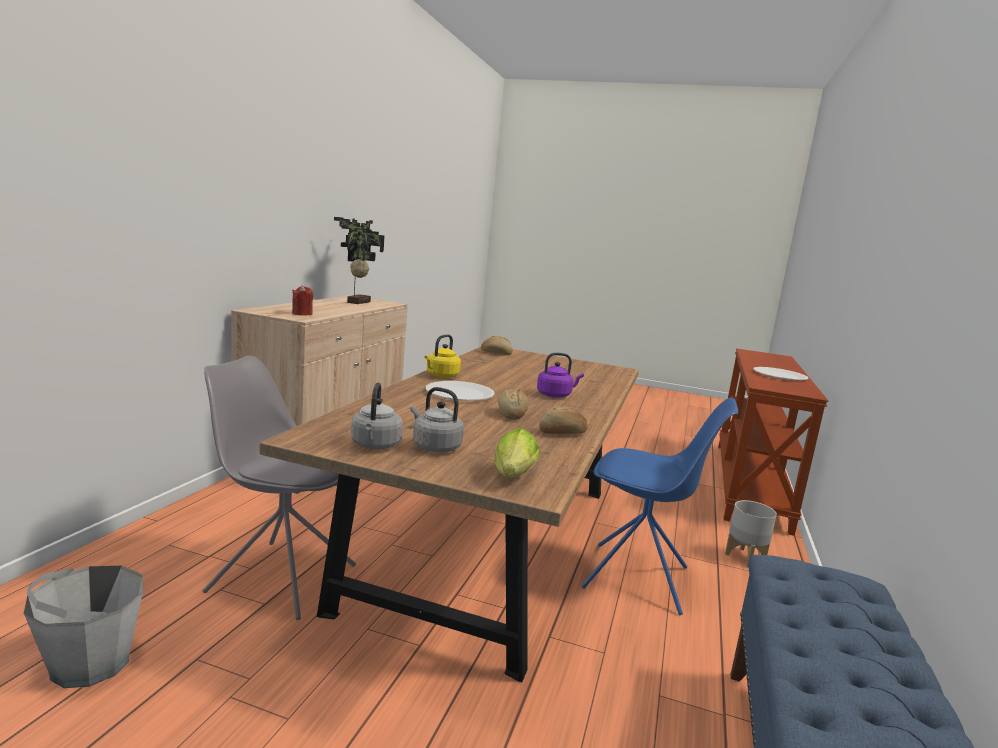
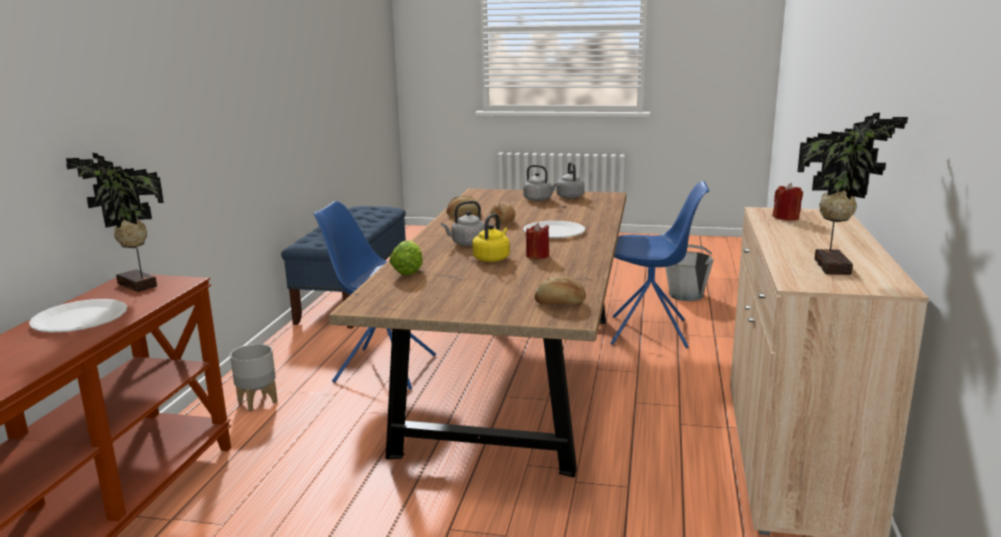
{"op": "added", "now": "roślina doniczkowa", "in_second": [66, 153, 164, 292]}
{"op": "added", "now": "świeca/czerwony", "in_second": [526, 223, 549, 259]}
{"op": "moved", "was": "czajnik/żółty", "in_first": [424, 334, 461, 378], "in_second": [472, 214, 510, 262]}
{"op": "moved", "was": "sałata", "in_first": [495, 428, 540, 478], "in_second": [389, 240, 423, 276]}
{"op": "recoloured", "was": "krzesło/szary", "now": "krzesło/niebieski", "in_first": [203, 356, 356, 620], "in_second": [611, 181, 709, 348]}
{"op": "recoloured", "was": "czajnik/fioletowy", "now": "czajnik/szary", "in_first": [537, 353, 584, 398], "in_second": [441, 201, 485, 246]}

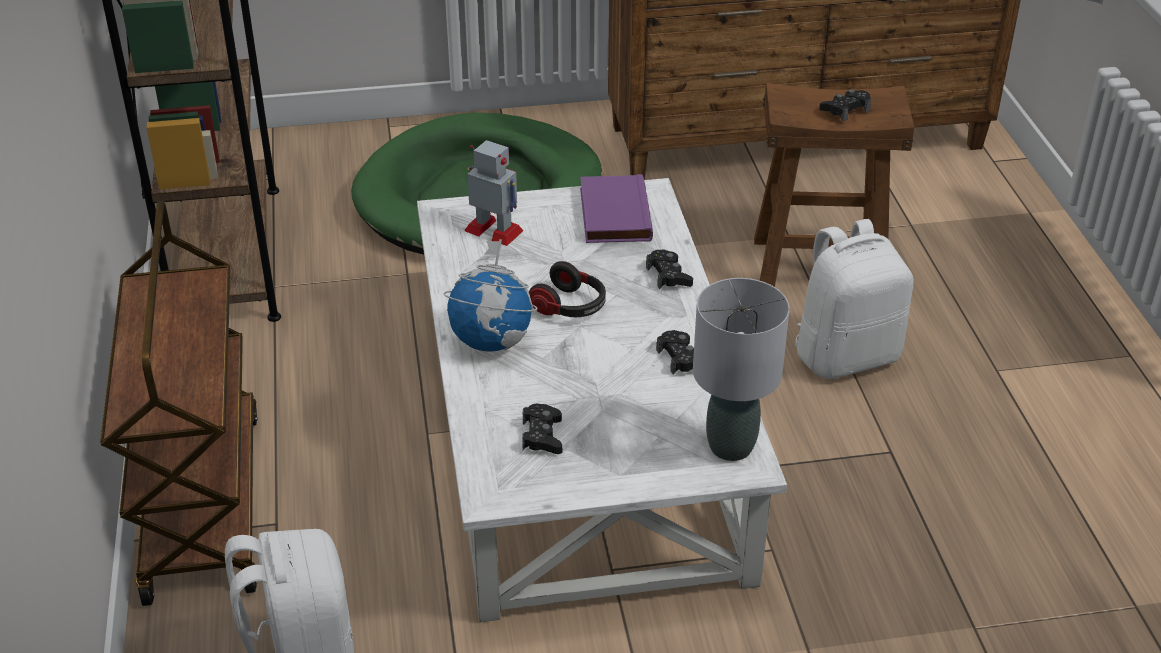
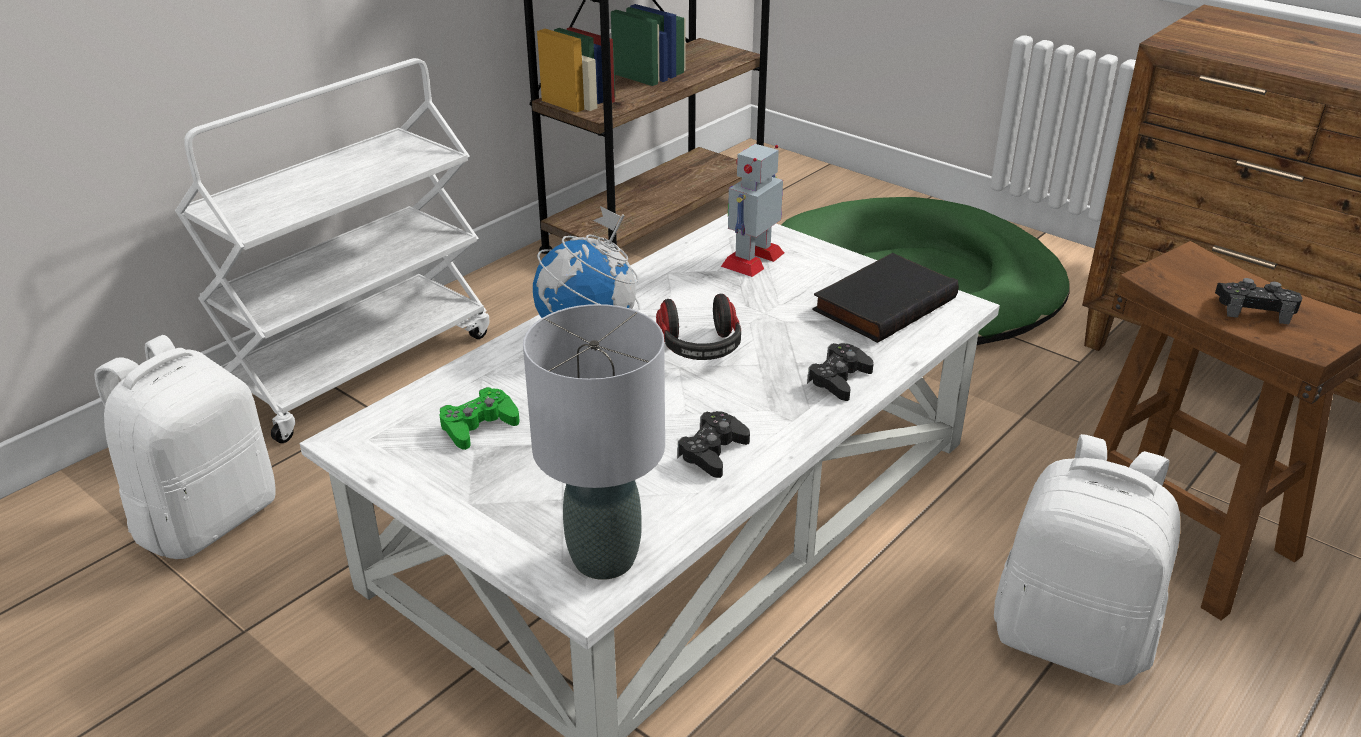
{"op": "recoloured", "was": "wózek/brązowy", "now": "wózek/biały", "in_first": [100, 201, 258, 606], "in_second": [175, 58, 489, 443]}
{"op": "recoloured", "was": "pad do gier/czarny", "now": "pad do gier/zielony", "in_first": [522, 404, 562, 454], "in_second": [440, 387, 520, 450]}
{"op": "recoloured", "was": "książka/fioletowy", "now": "książka/czarny", "in_first": [580, 174, 653, 243], "in_second": [812, 253, 959, 343]}
{"op": "turned", "was": "robot zabawkowy", "in_first": [464, 140, 524, 246], "in_second": [721, 144, 784, 277], "clockwise": -135}

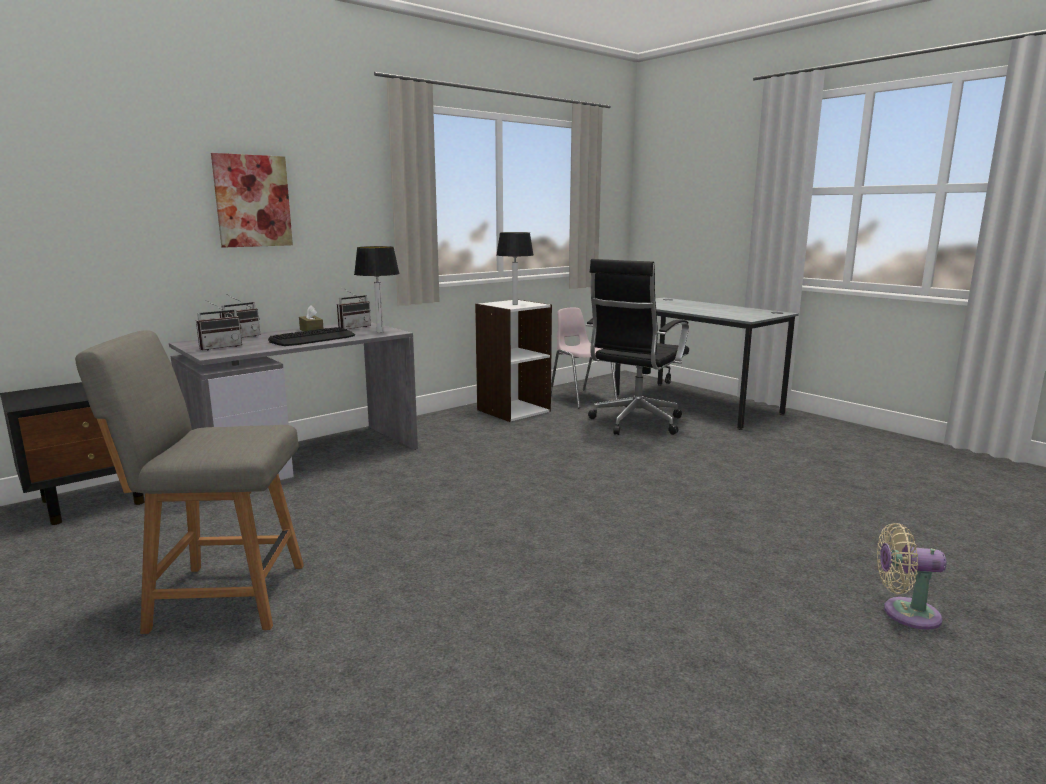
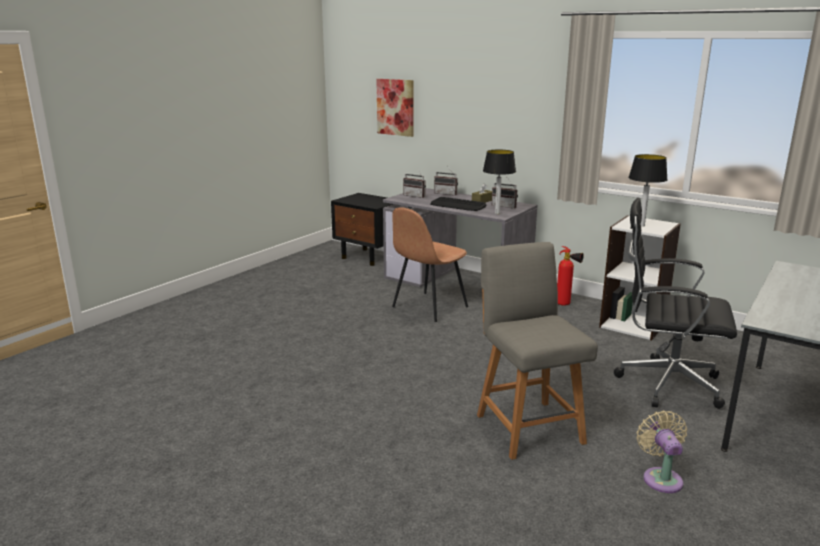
{"op": "removed", "was": "krzesło/różowy", "in_first": [551, 307, 618, 408]}
{"op": "added", "now": "krzesło/brązowy", "in_second": [392, 207, 468, 322]}
{"op": "added", "now": "gaśnica", "in_second": [557, 246, 584, 306]}
{"op": "moved", "was": "krzesło/szary", "in_first": [75, 330, 304, 634], "in_second": [477, 242, 598, 460]}
{"op": "moved", "was": "obraz", "in_first": [211, 153, 293, 248], "in_second": [376, 79, 413, 137]}
{"op": "moved", "was": "wentylator/beżowy", "in_first": [877, 523, 946, 630], "in_second": [636, 411, 687, 493]}

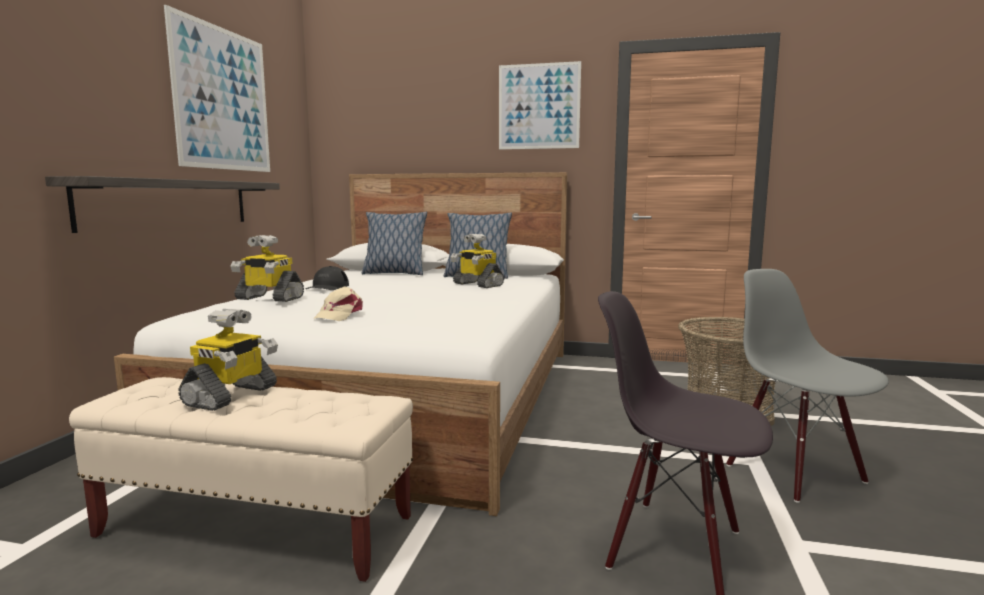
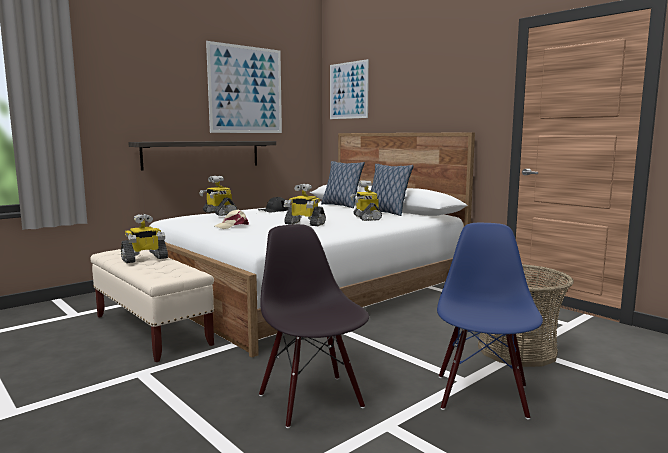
{"op": "added", "now": "robot zabawkowy", "in_second": [284, 184, 326, 226]}
{"op": "moved", "was": "obraz", "in_first": [499, 61, 581, 149], "in_second": [330, 59, 369, 119]}
{"op": "recoloured", "was": "krzesło/szary", "now": "krzesło/niebieski", "in_first": [726, 269, 889, 503], "in_second": [437, 223, 543, 420]}

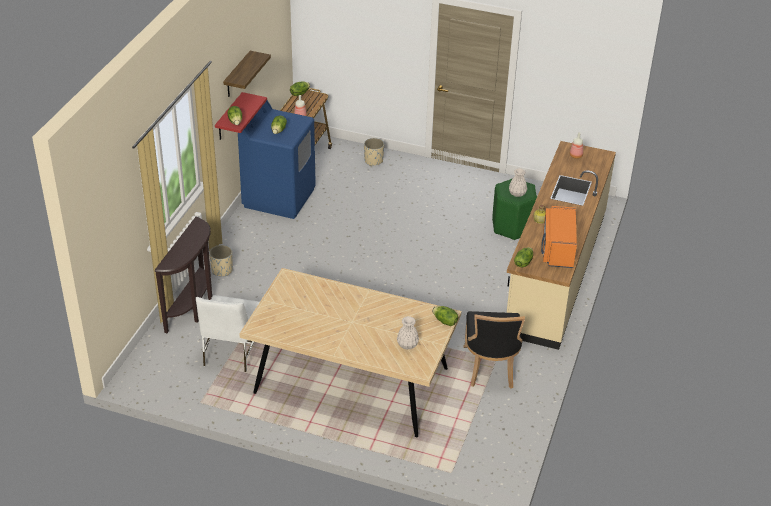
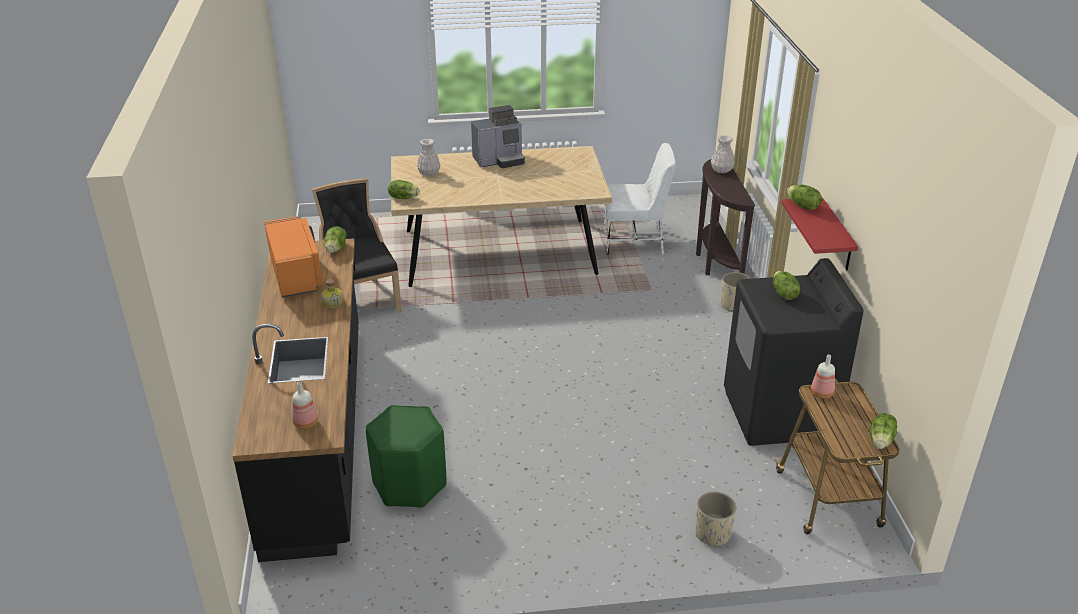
{"op": "removed", "was": "półka", "in_first": [223, 51, 271, 97]}
{"op": "added", "now": "ekspres do kawy", "in_second": [471, 105, 525, 168]}
{"op": "moved", "was": "wazon/biały", "in_first": [509, 168, 527, 197], "in_second": [711, 135, 735, 173]}
{"op": "recoloured", "was": "pralka/niebieski", "now": "pralka/czarny", "in_first": [238, 100, 316, 219], "in_second": [724, 258, 864, 446]}
{"op": "recoloured", "was": "zabudowa kuchenna/beżowy", "now": "zabudowa kuchenna/czarny", "in_first": [507, 141, 616, 350], "in_second": [232, 239, 359, 562]}
{"op": "turned", "was": "krzesło/biały", "in_first": [196, 295, 260, 372], "in_second": [604, 143, 676, 255], "clockwise": 105}

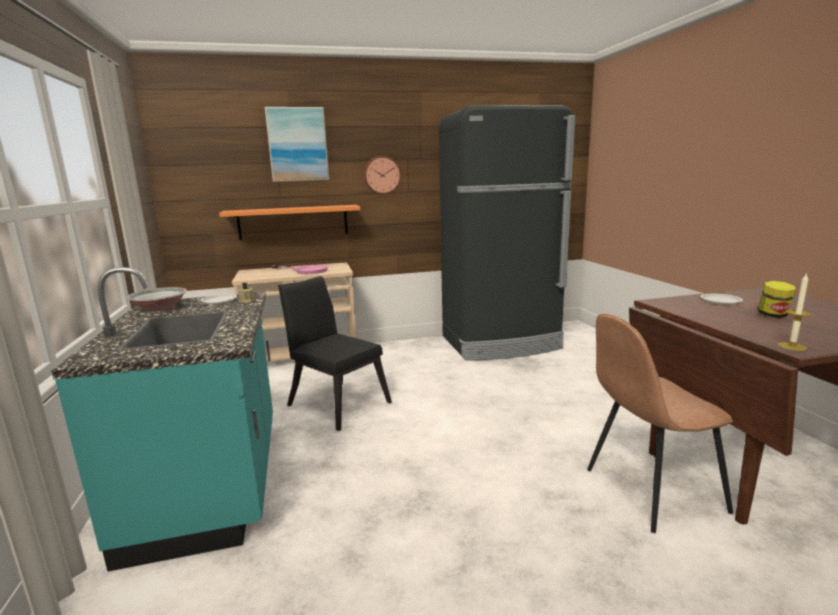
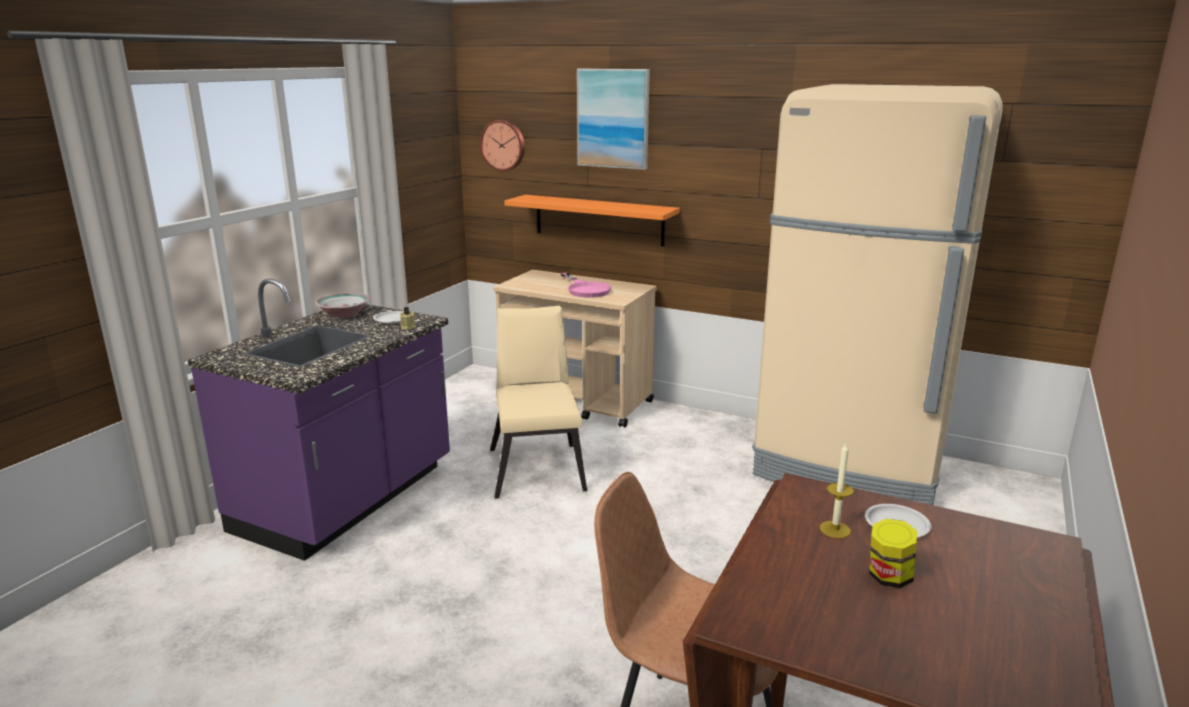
{"op": "moved", "was": "zegar ścienny", "in_first": [364, 156, 401, 195], "in_second": [480, 120, 525, 171]}
{"op": "moved", "was": "świeca", "in_first": [778, 273, 812, 351], "in_second": [820, 443, 854, 538]}
{"op": "recoloured", "was": "zabudowa kuchenna/turkusowy", "now": "zabudowa kuchenna/fioletowy", "in_first": [51, 267, 273, 571], "in_second": [187, 278, 450, 561]}
{"op": "recoloured", "was": "krzesło/czarny", "now": "krzesło/beżowy", "in_first": [278, 276, 392, 431], "in_second": [490, 305, 587, 499]}
{"op": "recoloured", "was": "lodówka/czarny", "now": "lodówka/beżowy", "in_first": [439, 105, 575, 361], "in_second": [752, 84, 1003, 505]}

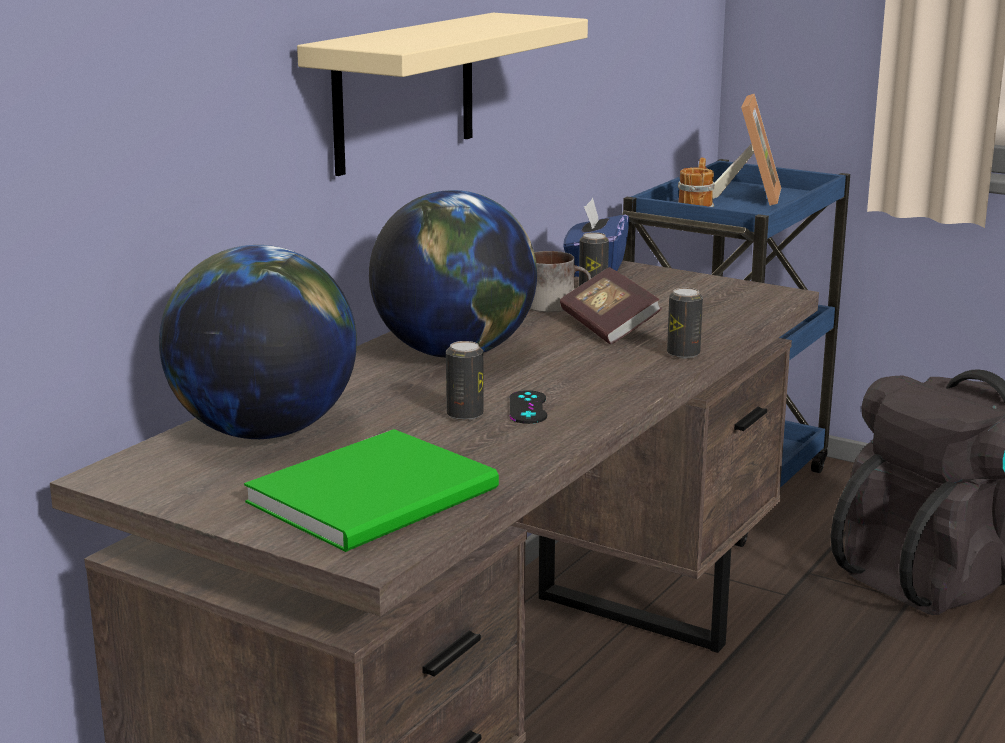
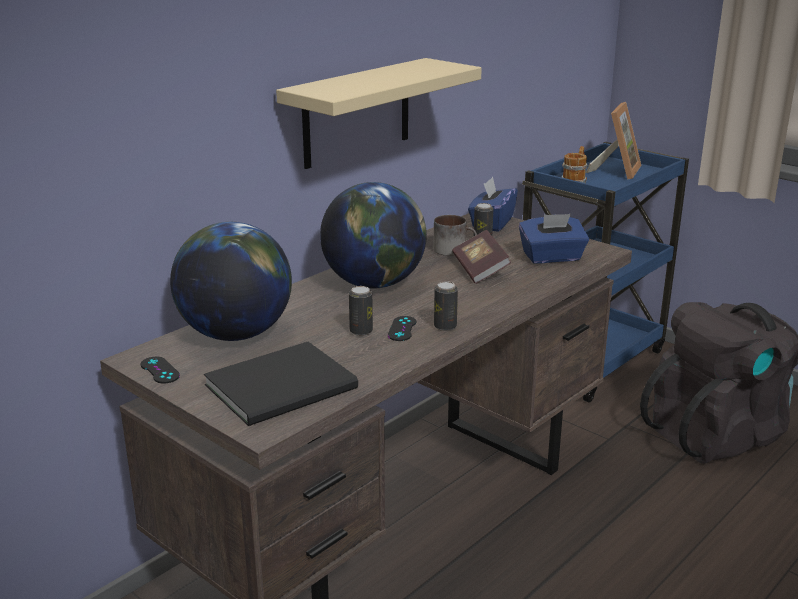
{"op": "added", "now": "pad do gier/czarny", "in_second": [141, 357, 180, 383]}
{"op": "added", "now": "pudełko chusteczek/niebieski", "in_second": [519, 214, 589, 263]}
{"op": "moved", "was": "puszka", "in_first": [667, 288, 703, 359], "in_second": [434, 281, 458, 331]}
{"op": "recoloured", "was": "książka/zielony", "now": "książka/czarny", "in_first": [244, 429, 499, 552], "in_second": [204, 342, 358, 426]}

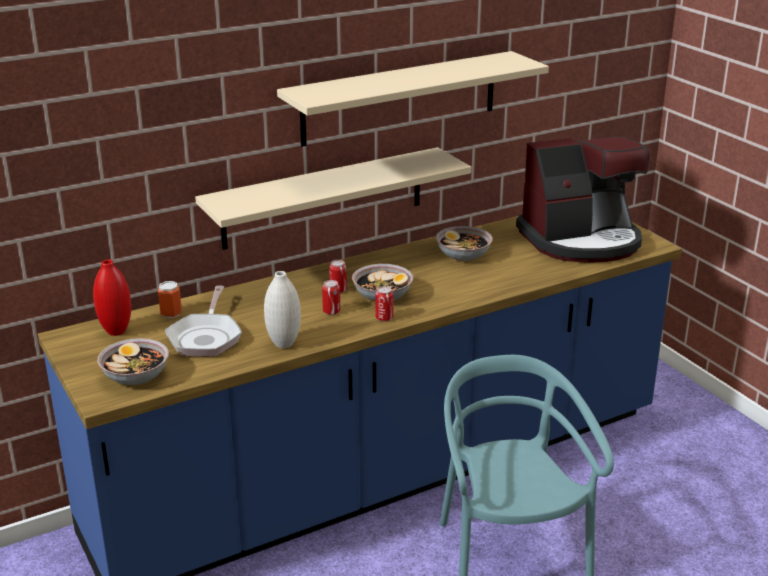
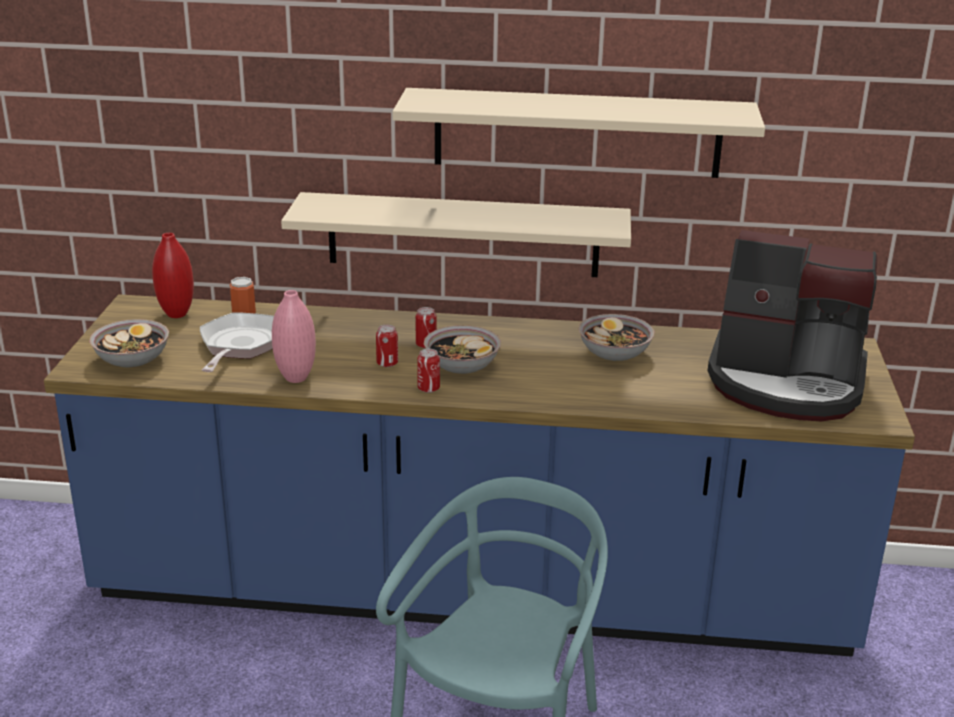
{"op": "recoloured", "was": "wazon/biały", "now": "wazon/różowy", "in_first": [264, 271, 301, 348], "in_second": [272, 290, 316, 383]}
{"op": "turned", "was": "patelnia", "in_first": [165, 285, 242, 357], "in_second": [200, 312, 274, 372], "clockwise": 150}

